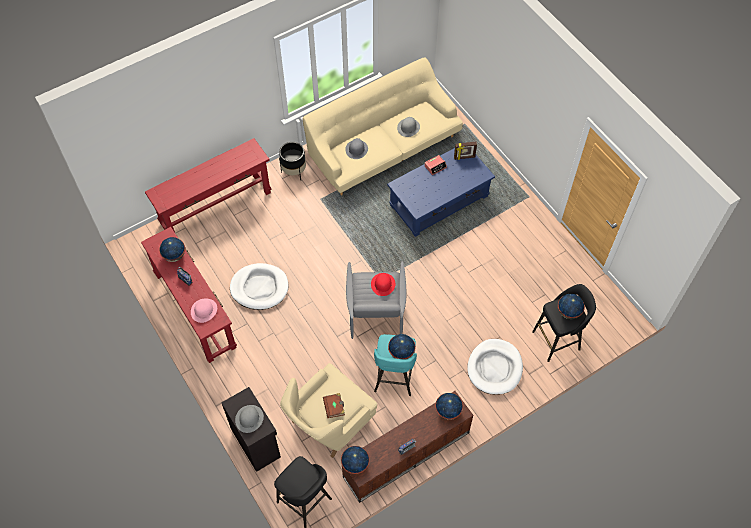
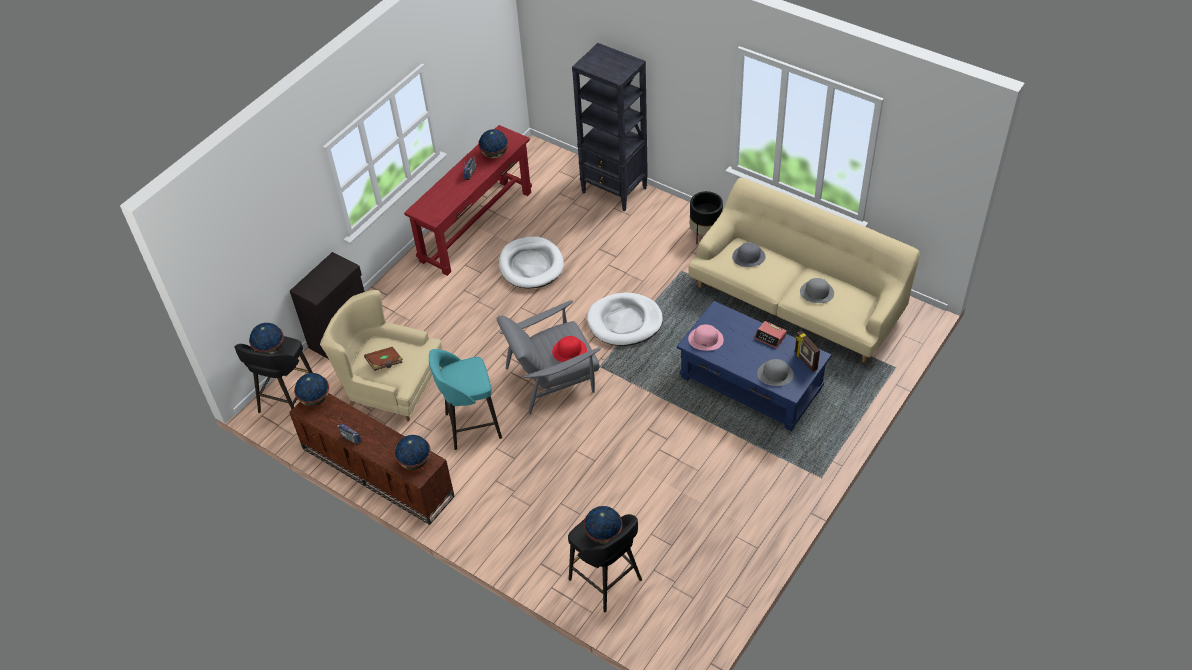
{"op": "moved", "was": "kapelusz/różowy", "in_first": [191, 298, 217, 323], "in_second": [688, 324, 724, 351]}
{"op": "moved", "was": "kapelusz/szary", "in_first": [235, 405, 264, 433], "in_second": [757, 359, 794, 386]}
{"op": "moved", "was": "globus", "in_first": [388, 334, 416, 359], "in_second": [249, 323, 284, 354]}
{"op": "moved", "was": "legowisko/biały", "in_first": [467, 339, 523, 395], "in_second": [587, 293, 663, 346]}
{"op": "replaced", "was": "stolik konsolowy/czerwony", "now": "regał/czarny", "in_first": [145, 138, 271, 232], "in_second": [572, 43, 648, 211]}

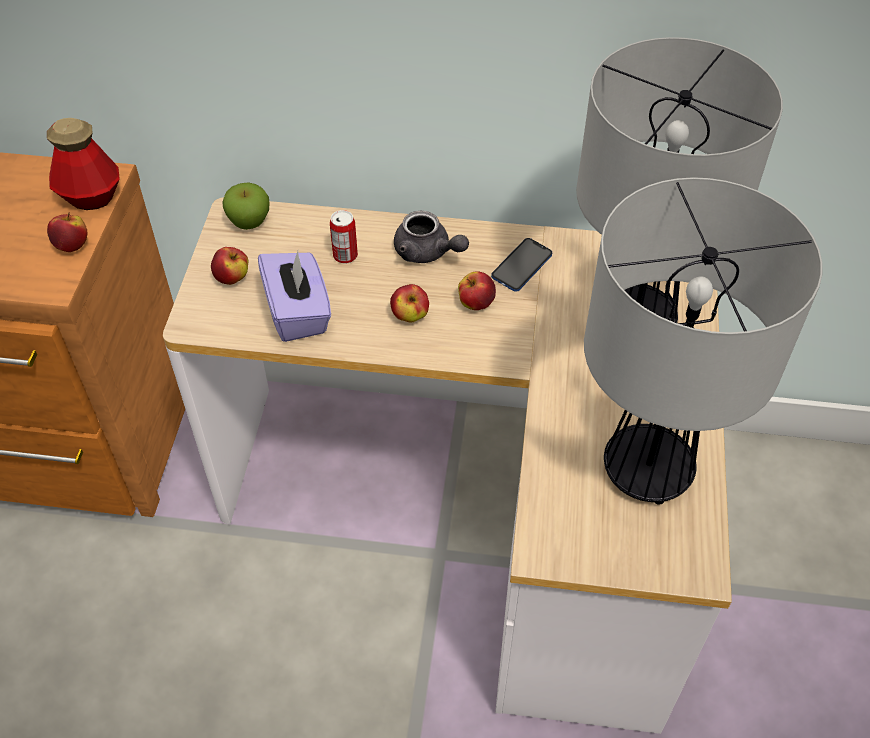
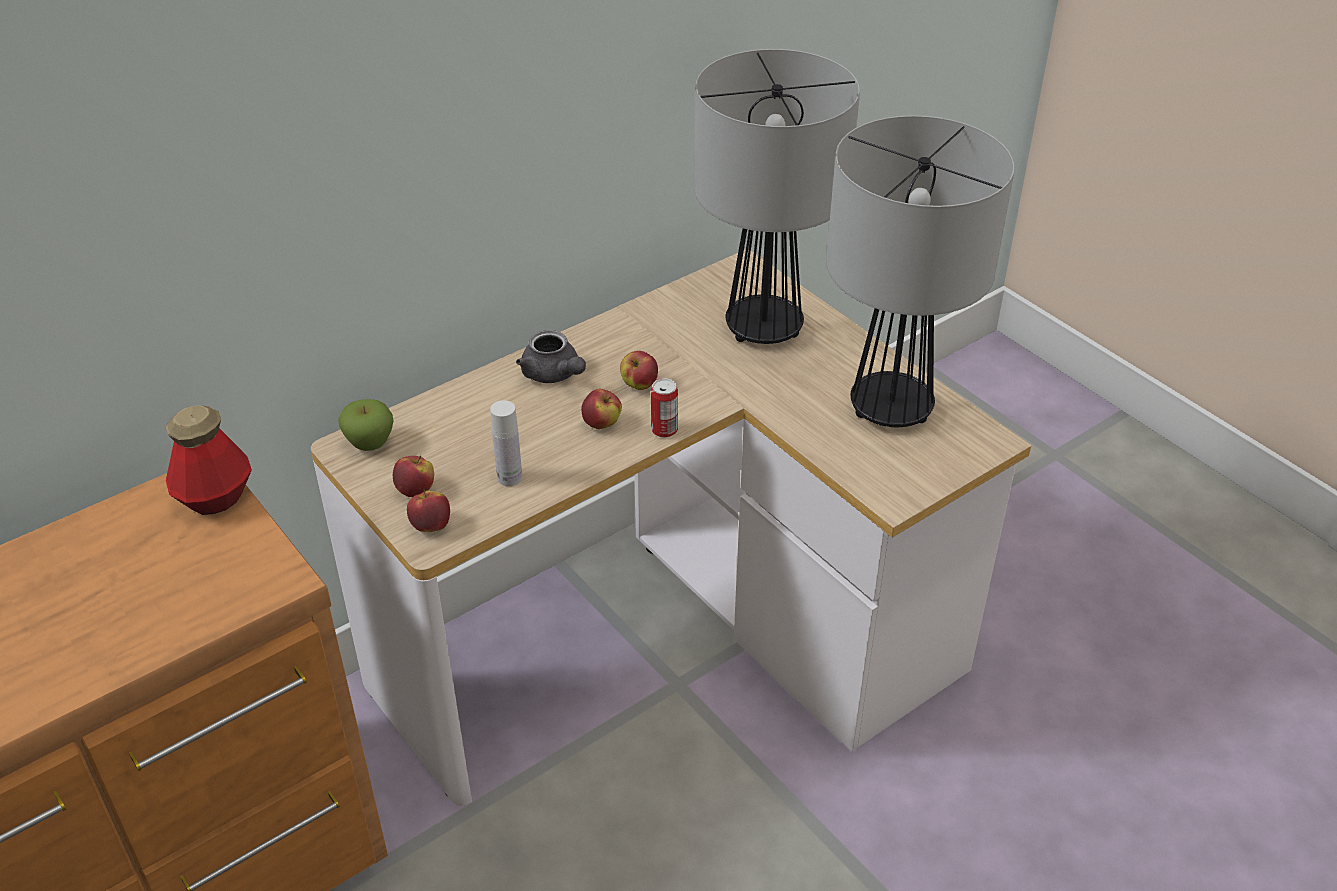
{"op": "removed", "was": "telefon", "in_first": [491, 238, 552, 292]}
{"op": "moved", "was": "jabłko", "in_first": [47, 212, 87, 252], "in_second": [407, 489, 450, 532]}
{"op": "moved", "was": "puszka", "in_first": [330, 210, 358, 264], "in_second": [651, 378, 678, 438]}
{"op": "replaced", "was": "pudełko chusteczek/fioletowy", "now": "butelka/biały", "in_first": [258, 251, 331, 342], "in_second": [490, 400, 522, 486]}
{"op": "turned", "was": "imbryk/szary", "in_first": [394, 211, 469, 263], "in_second": [516, 330, 586, 383], "clockwise": 60}

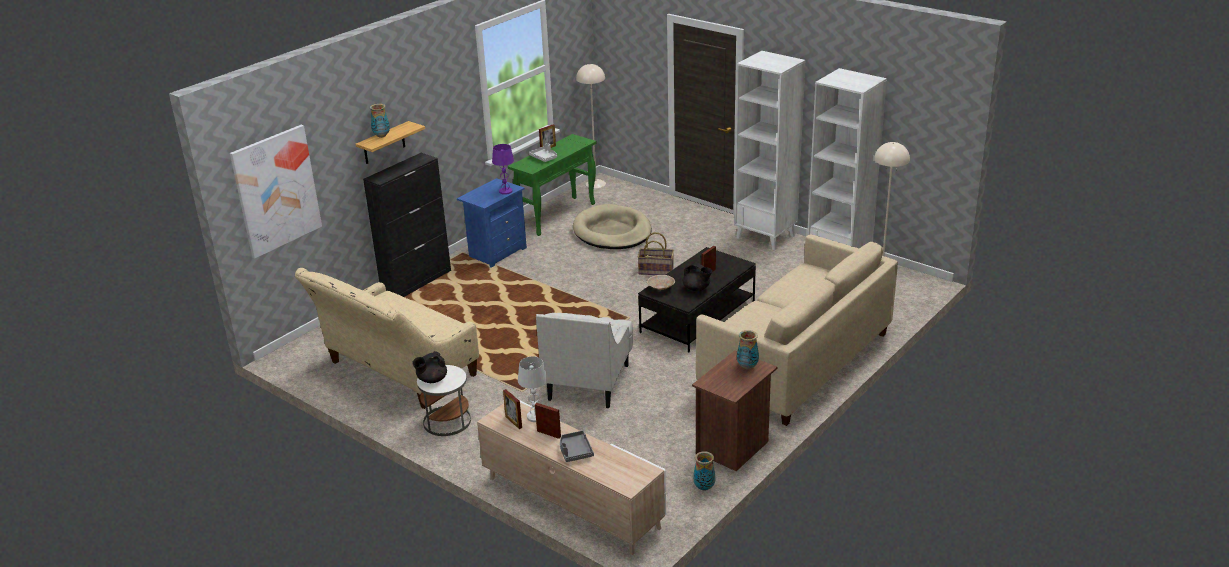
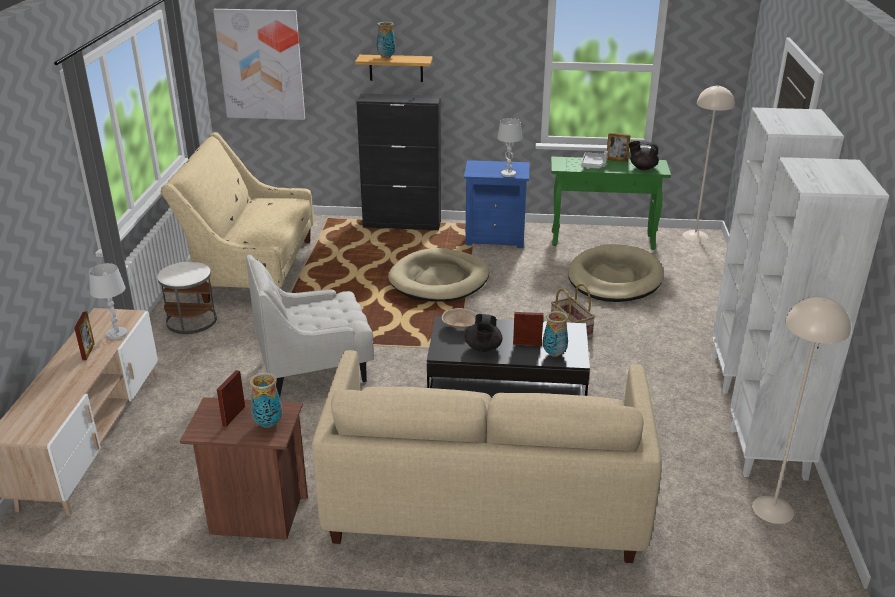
{"op": "removed", "was": "taca/szary", "in_first": [560, 431, 594, 462]}
{"op": "added", "now": "legowisko/beżowy", "in_second": [388, 248, 489, 302]}
{"op": "moved", "was": "imbryk/czarny", "in_first": [412, 351, 447, 383], "in_second": [629, 141, 659, 170]}
{"op": "moved", "was": "ramka na zdjęcie", "in_first": [503, 389, 522, 429], "in_second": [217, 370, 245, 427]}
{"op": "moved", "was": "wazon", "in_first": [693, 451, 716, 491], "in_second": [543, 311, 568, 357]}
{"op": "recoloured", "was": "lampa stołowa/fioletowy", "now": "lampa stołowa/biały", "in_first": [492, 144, 514, 195], "in_second": [497, 118, 522, 177]}

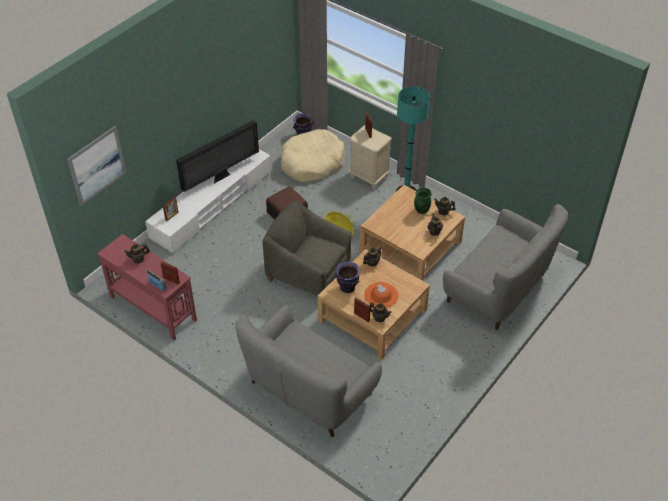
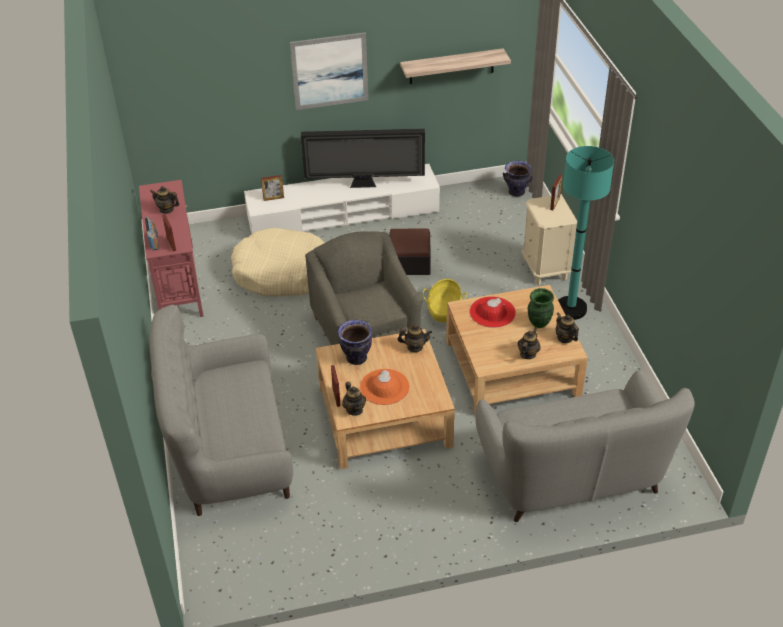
{"op": "added", "now": "półka", "in_second": [400, 48, 511, 84]}
{"op": "added", "now": "kapelusz/czerwony", "in_second": [469, 296, 516, 328]}
{"op": "moved", "was": "obraz", "in_first": [67, 126, 127, 206], "in_second": [290, 32, 368, 110]}
{"op": "moved", "was": "legowisko/beżowy", "in_first": [281, 129, 345, 182], "in_second": [231, 228, 324, 297]}

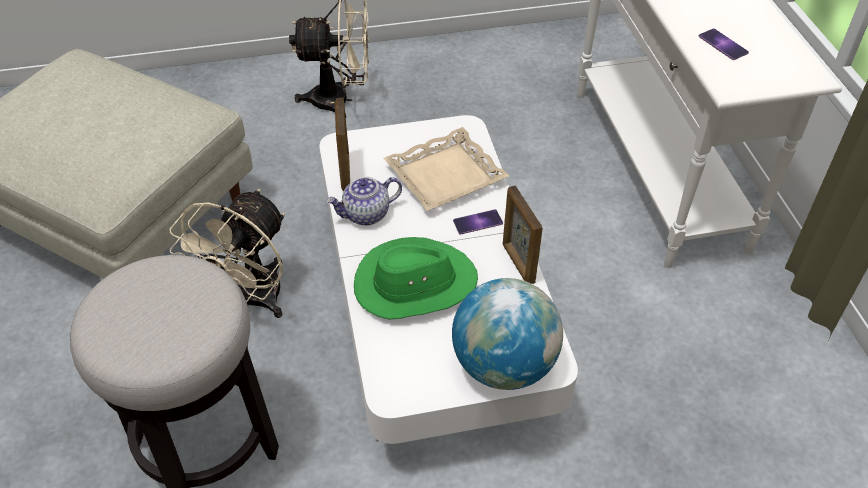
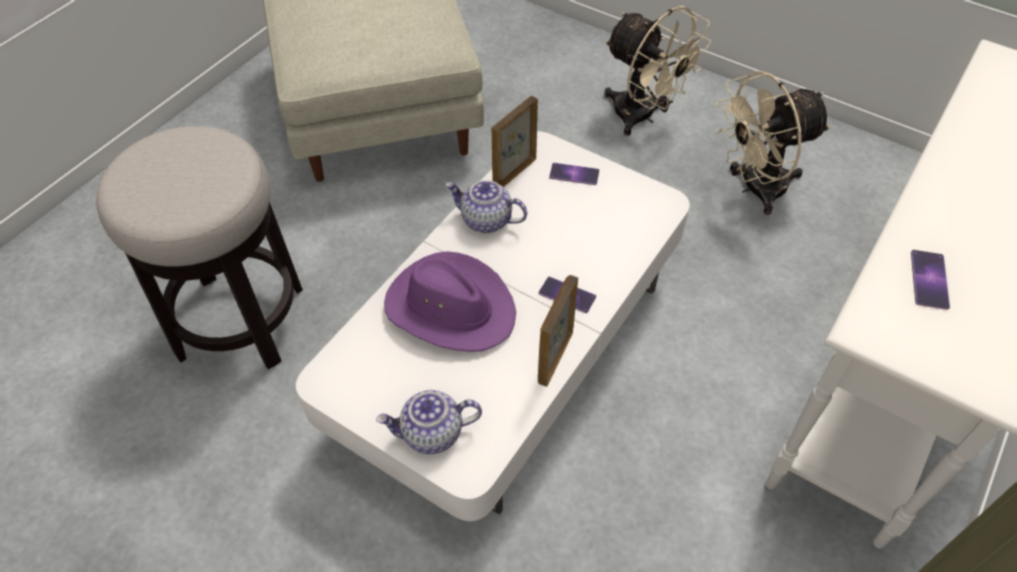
{"op": "removed", "was": "taca/beżowy", "in_first": [384, 127, 509, 211]}
{"op": "added", "now": "telefon", "in_second": [549, 163, 599, 185]}
{"op": "moved", "was": "wentylator/beżowy", "in_first": [169, 189, 285, 318], "in_second": [716, 71, 831, 215]}
{"op": "replaced", "was": "globus", "now": "imbryk", "in_first": [452, 278, 563, 390], "in_second": [376, 390, 482, 454]}
{"op": "recoloured", "was": "kapelusz/zielony", "now": "kapelusz/fioletowy", "in_first": [354, 237, 478, 320], "in_second": [384, 251, 516, 352]}

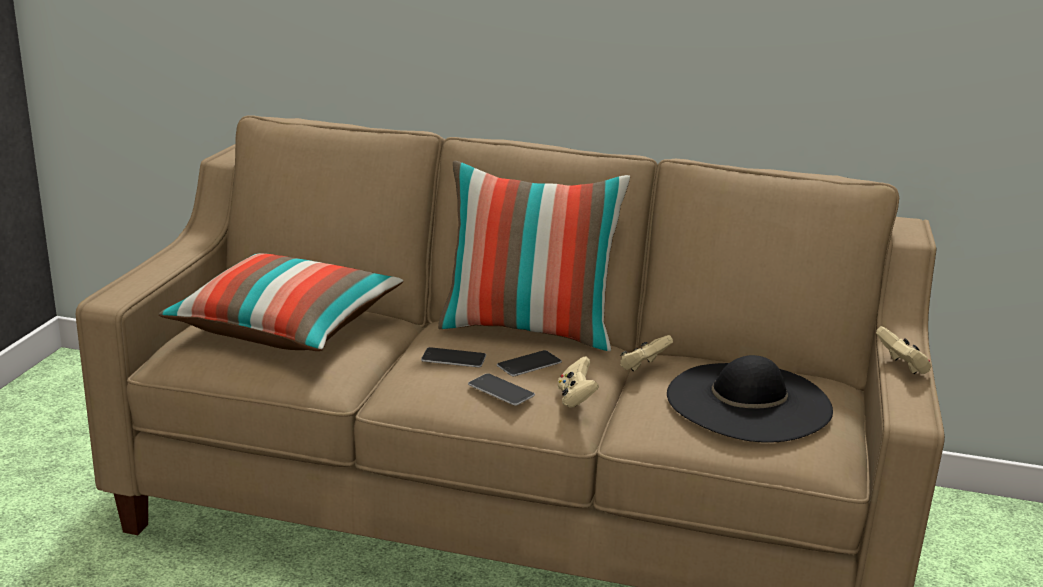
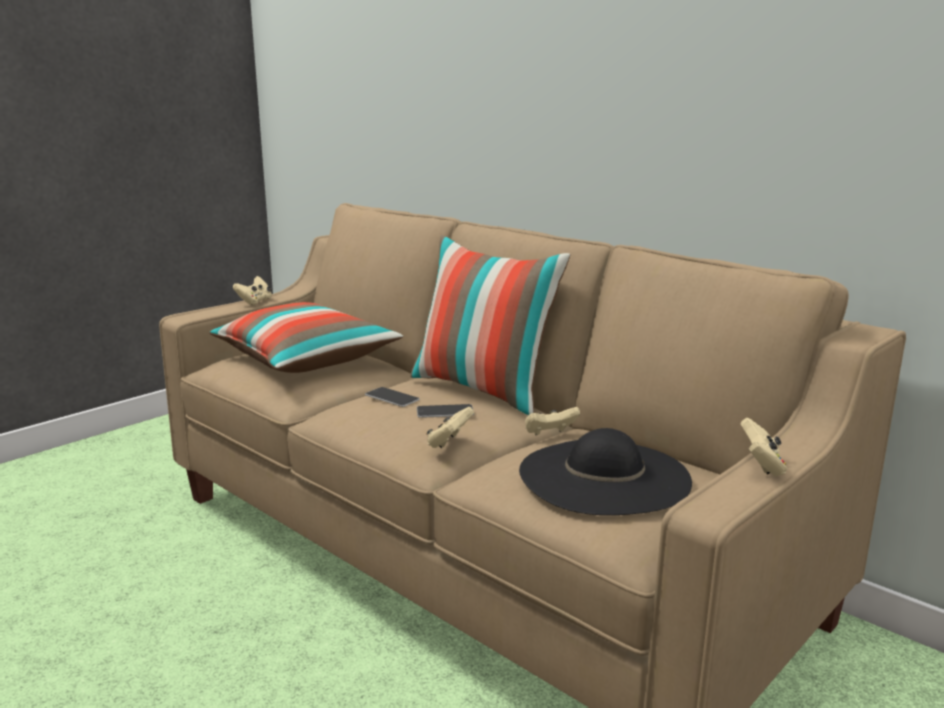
{"op": "removed", "was": "telefon", "in_first": [468, 373, 535, 406]}
{"op": "added", "now": "pad do gier/beżowy", "in_second": [233, 276, 272, 305]}

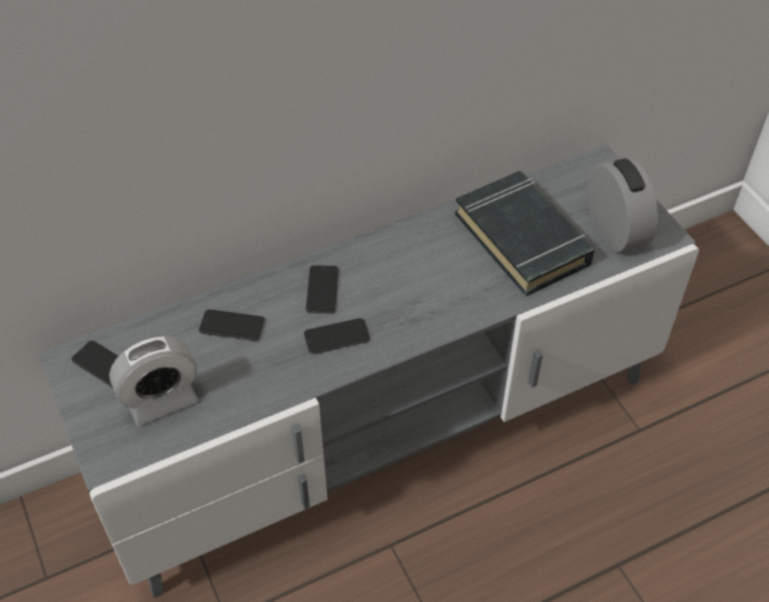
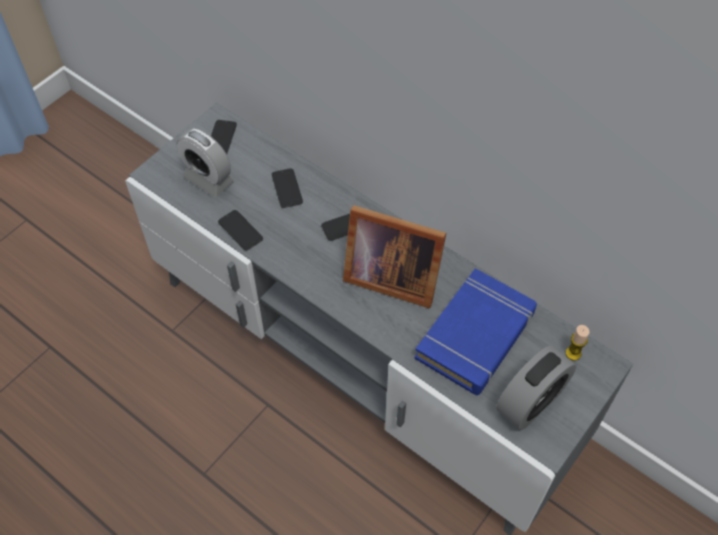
{"op": "added", "now": "ramka na zdjęcie", "in_second": [343, 205, 446, 308]}
{"op": "added", "now": "świeca", "in_second": [566, 325, 590, 361]}
{"op": "moved", "was": "telefon", "in_first": [304, 318, 370, 354], "in_second": [218, 210, 263, 250]}
{"op": "recoloured", "was": "książka/czarny", "now": "książka/niebieski", "in_first": [455, 171, 595, 296], "in_second": [415, 268, 537, 395]}

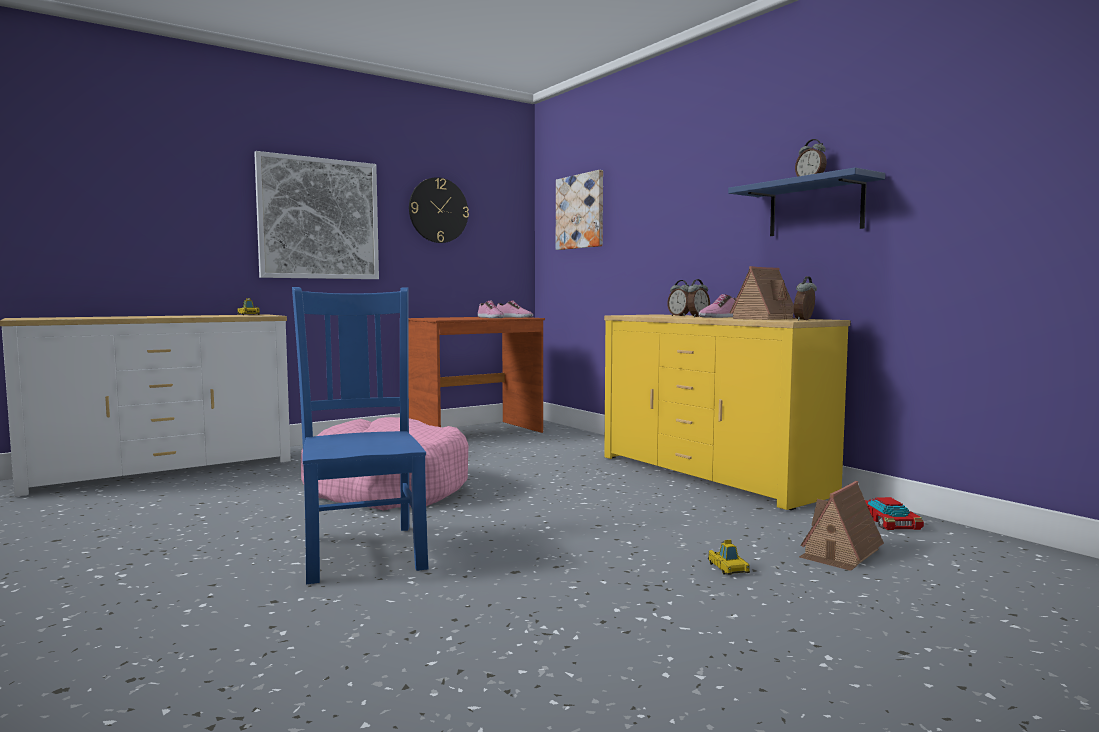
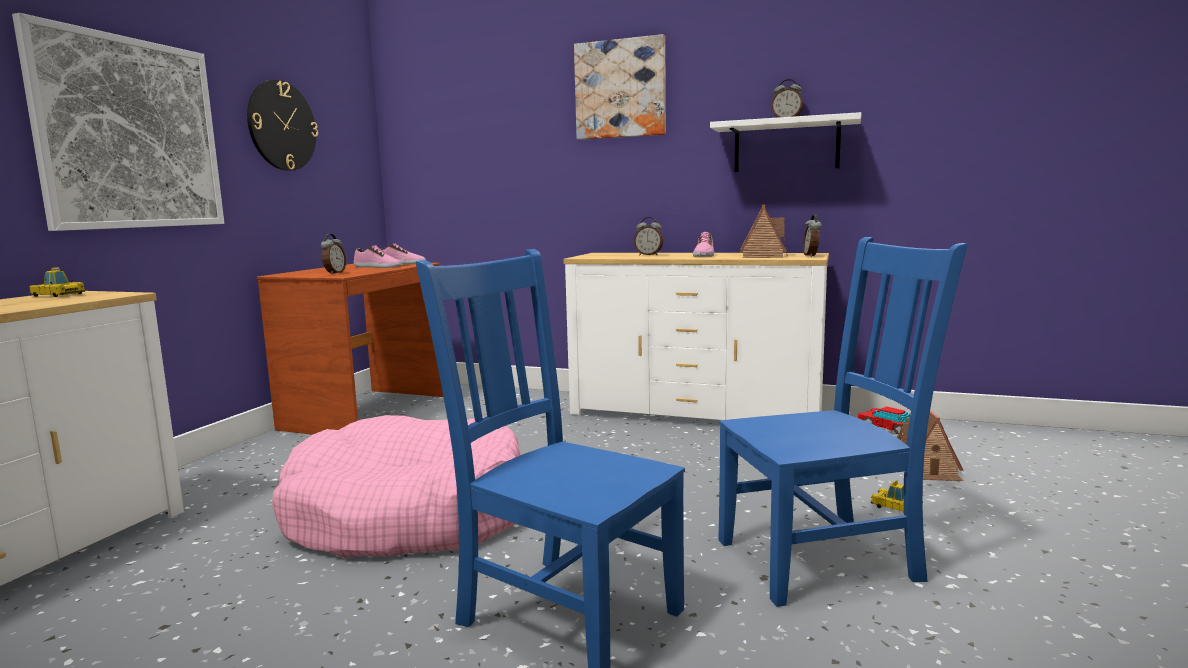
{"op": "added", "now": "krzesło/niebieski", "in_second": [718, 237, 967, 607]}
{"op": "moved", "was": "obraz", "in_first": [556, 170, 603, 250], "in_second": [574, 34, 666, 140]}
{"op": "moved", "was": "budzik", "in_first": [687, 279, 710, 317], "in_second": [321, 234, 346, 274]}
{"op": "recoloured", "was": "komoda/żółty", "now": "komoda/biały", "in_first": [604, 314, 850, 510], "in_second": [563, 253, 829, 420]}
{"op": "recoloured", "was": "półka/niebieski", "now": "półka/biały", "in_first": [728, 167, 885, 236], "in_second": [710, 112, 861, 172]}

